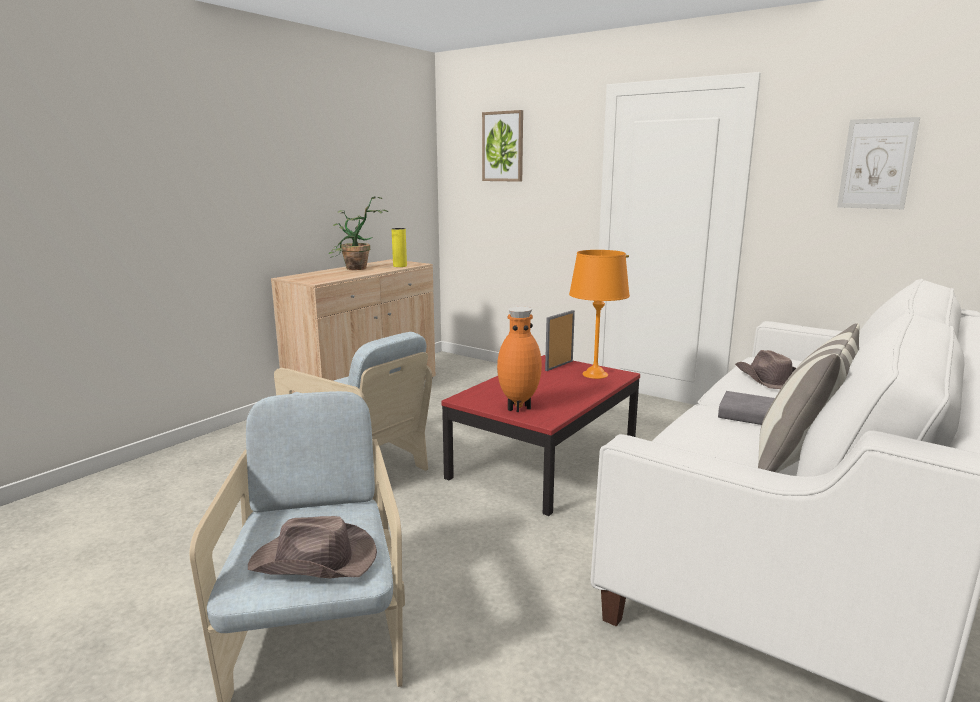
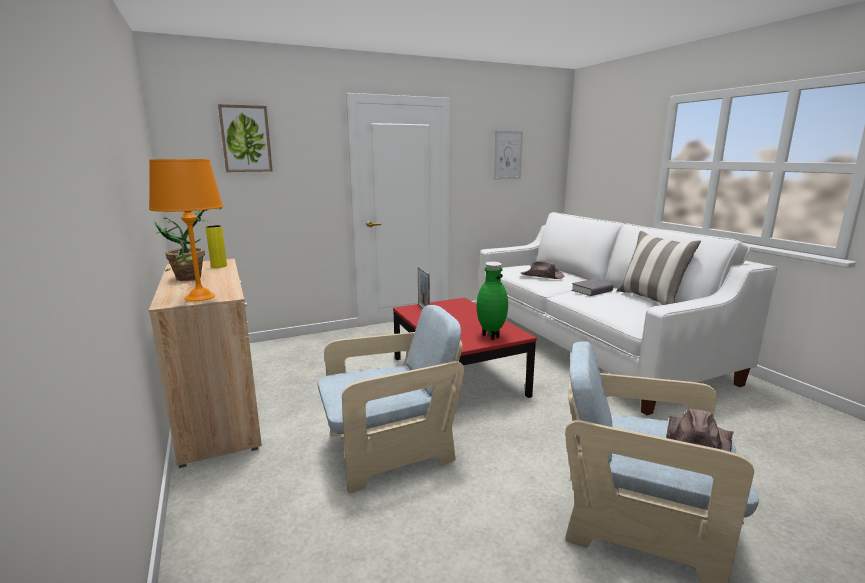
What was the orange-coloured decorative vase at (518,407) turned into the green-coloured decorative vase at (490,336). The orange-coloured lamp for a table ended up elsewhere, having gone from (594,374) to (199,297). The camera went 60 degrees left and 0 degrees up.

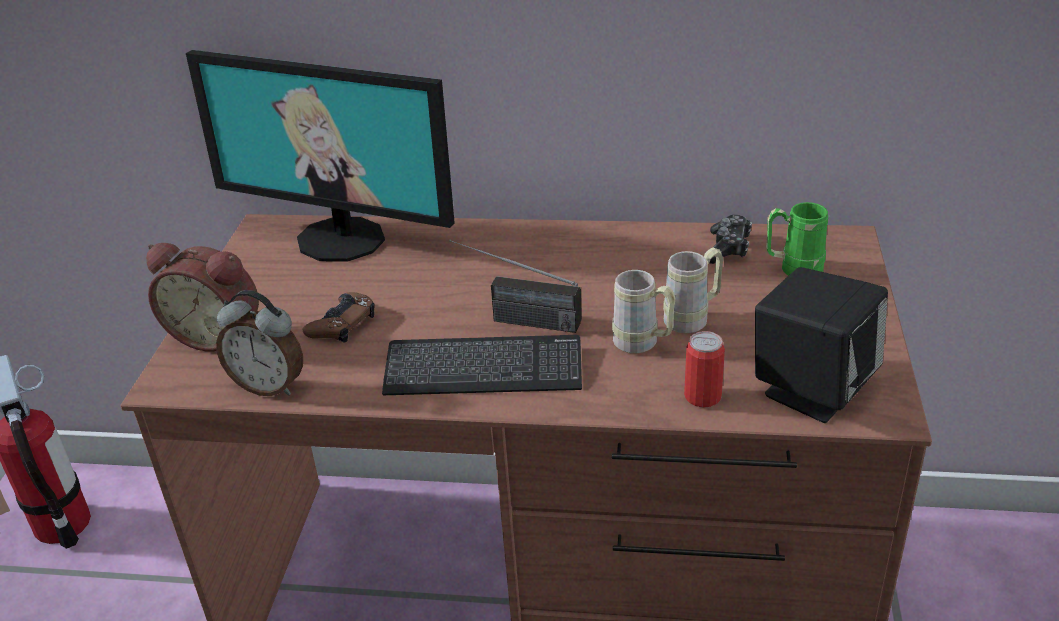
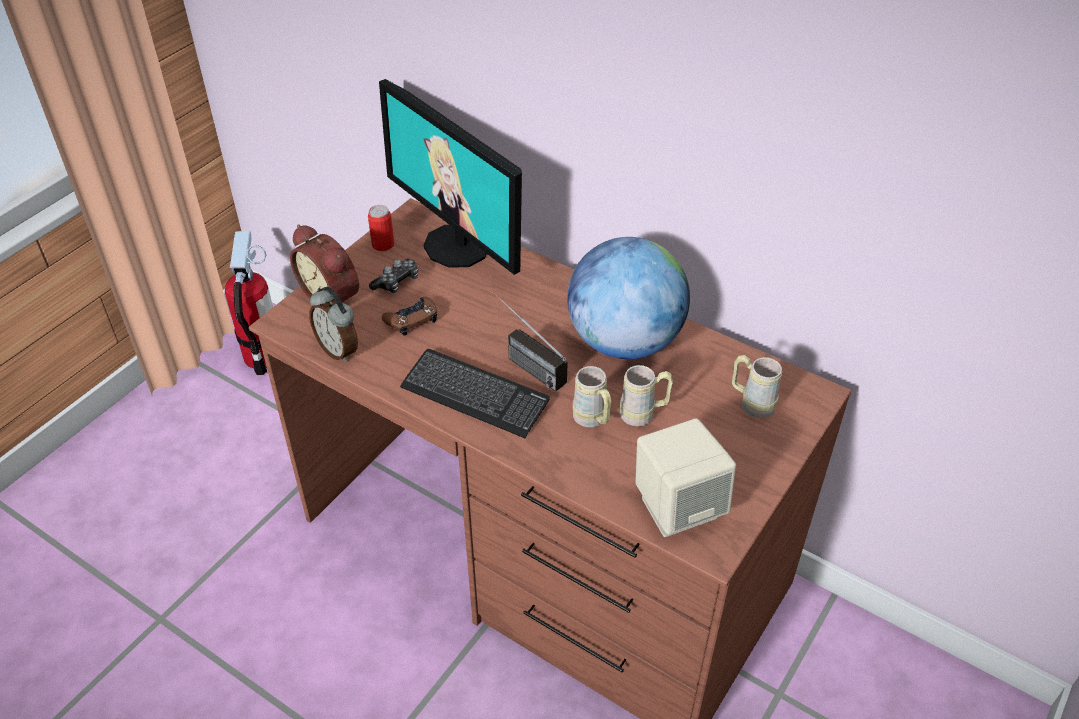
The can ended up elsewhere, having gone from (702,396) to (383,245). The game controller ended up elsewhere, having gone from (728,248) to (397,282). What was the black audio speaker at (812,388) turned into the beige-coloured audio speaker at (678,507). What was the green-coloured coffee mug at (793,269) turned into the beige-coloured coffee mug at (751,403). The second view gained the desk globe at (624,341). The camera went 25 degrees right and 10 degrees up.

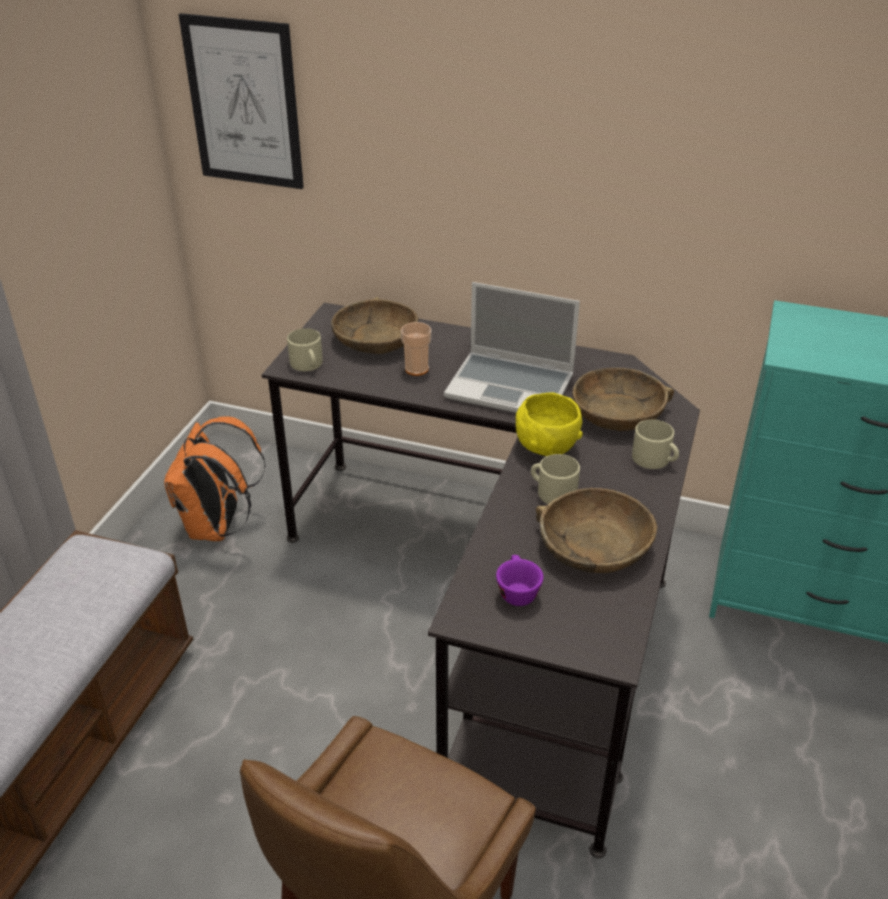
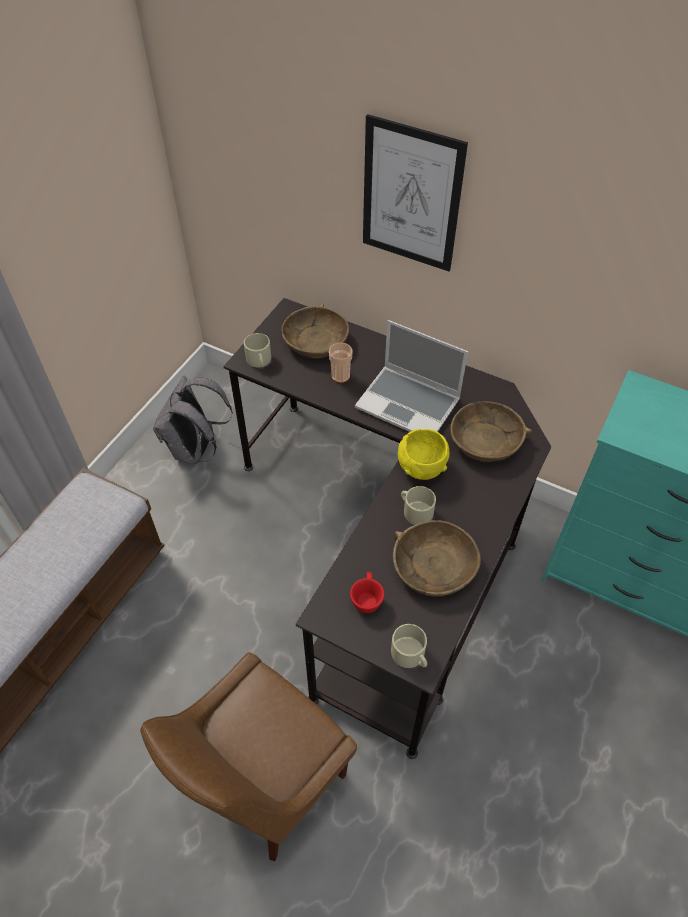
What was the orange-coloured knapsack at (217,527) turned into the gray knapsack at (196,450). The wall art ended up elsewhere, having gone from (244,103) to (411,196). What was the purple-coloured drinking cup at (516,591) turned into the red drinking cup at (366,598). The beige-coloured coffee mug ended up elsewhere, having gone from (655,459) to (410,655). The camera went 10 degrees right and 15 degrees up.

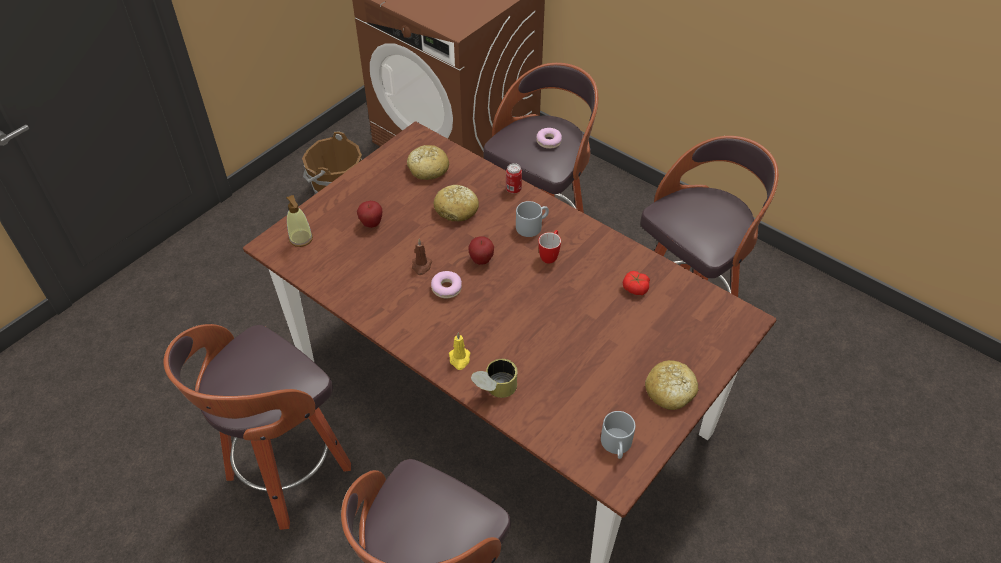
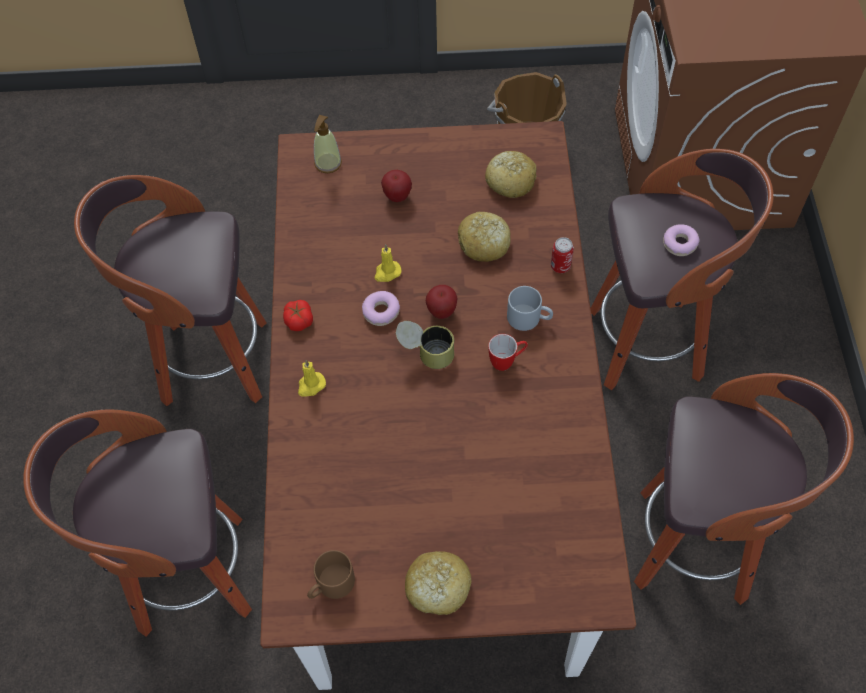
What was the brown wax light at (421,266) turned into the yellowish wax light at (387,272). The can ended up elsewhere, having gone from (494,390) to (426,353). What was the gray coffee mug at (617,445) turned into the brown coffee mug at (331,585). The tomato ended up elsewhere, having gone from (635,288) to (298,320). The camera went 50 degrees right and 10 degrees up.

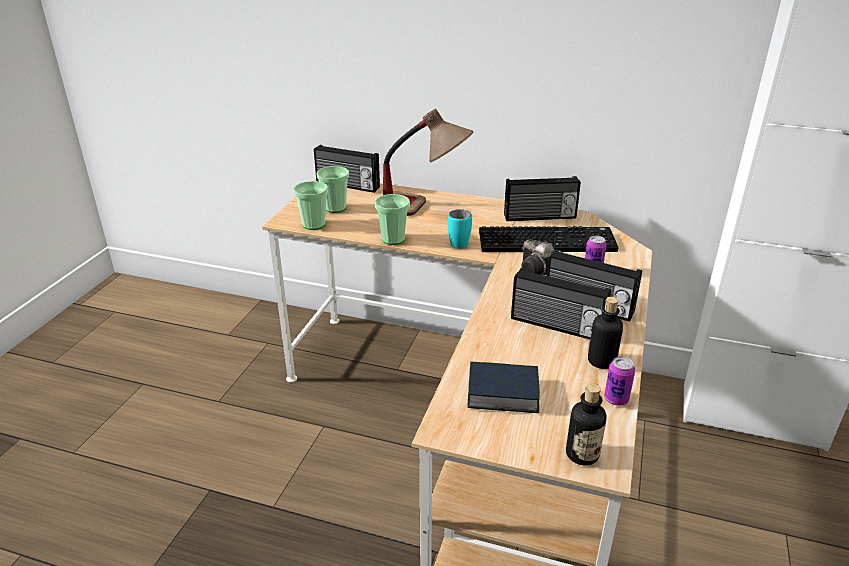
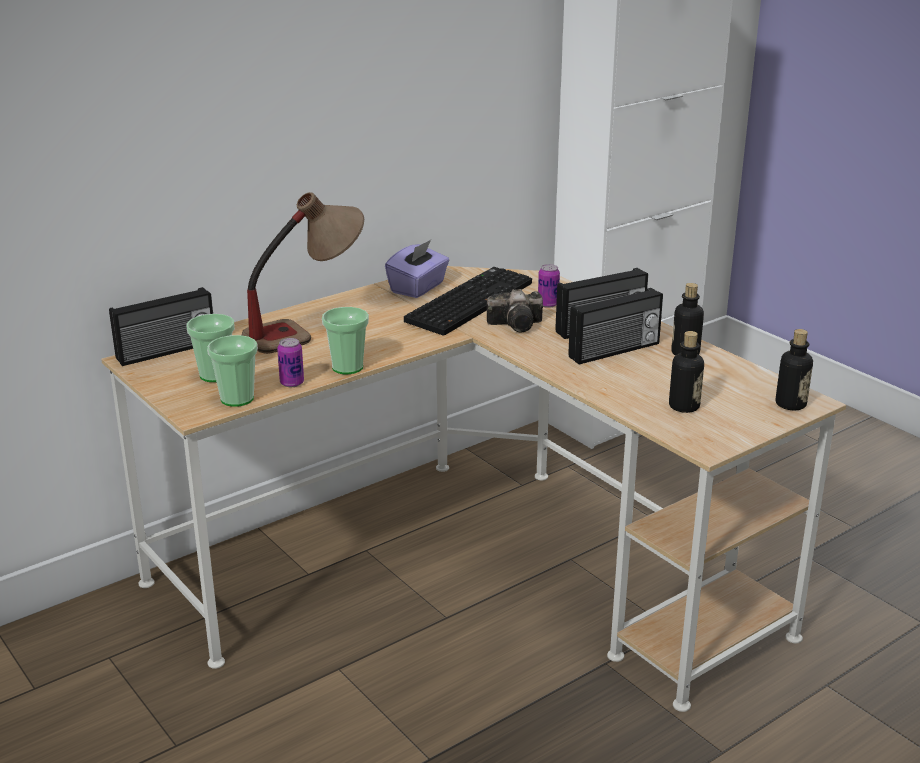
The second view lost the turquoise coffee mug at (459,242). Where the bound book stood at (502,393), the beverage bottle came to stand at (684,406). Where the radio set stood at (540,217), the purple-coloured tissue holder came to stand at (418,288). The can ended up elsewhere, having gone from (616,399) to (292,383). The camera went 55 degrees left and 5 degrees down.

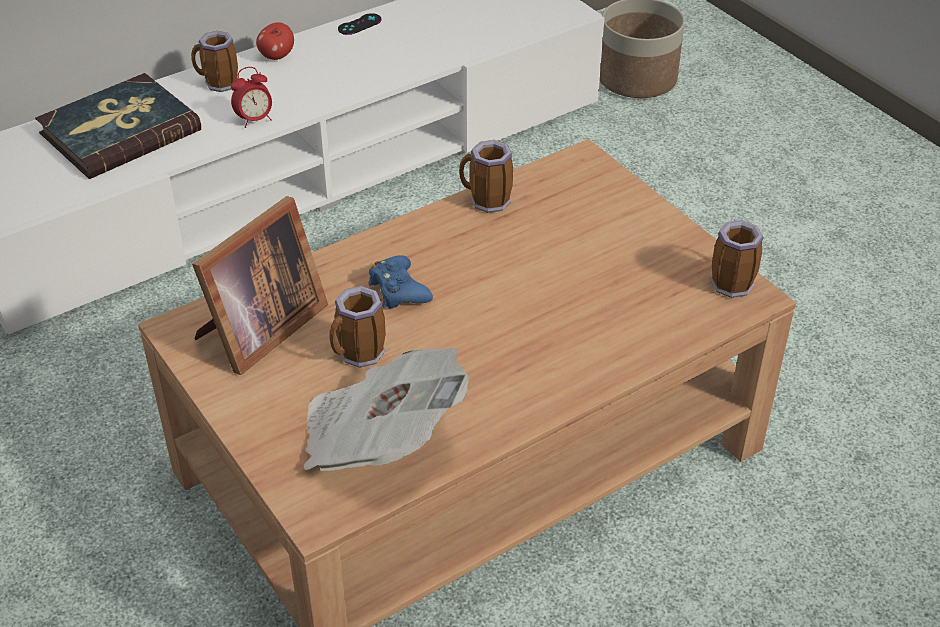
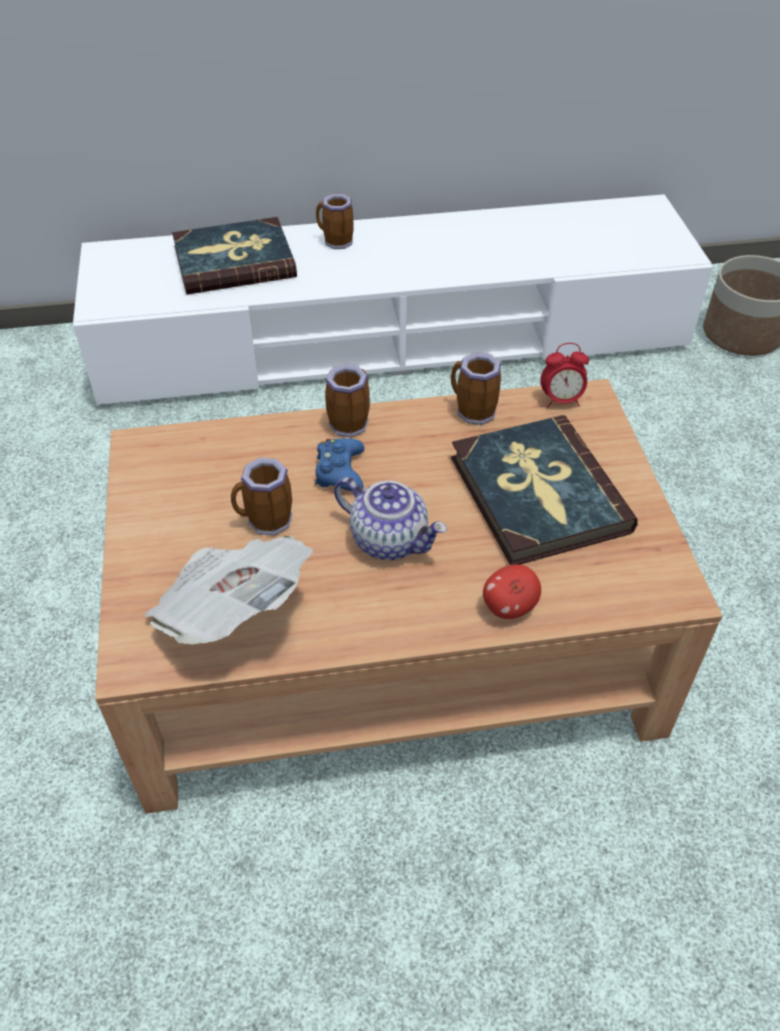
The second view lost the standing frame at (258,330). The bedside clock ended up elsewhere, having gone from (255,120) to (561,400). The apple fruit ended up elsewhere, having gone from (276,56) to (509,607). The second view lost the black game controller at (359,24). The coffee mug ended up elsewhere, having gone from (730,281) to (349,422). The second view gained the teapot at (390,540). The second view gained the bound book at (537,494). The camera went 25 degrees right and 5 degrees up.

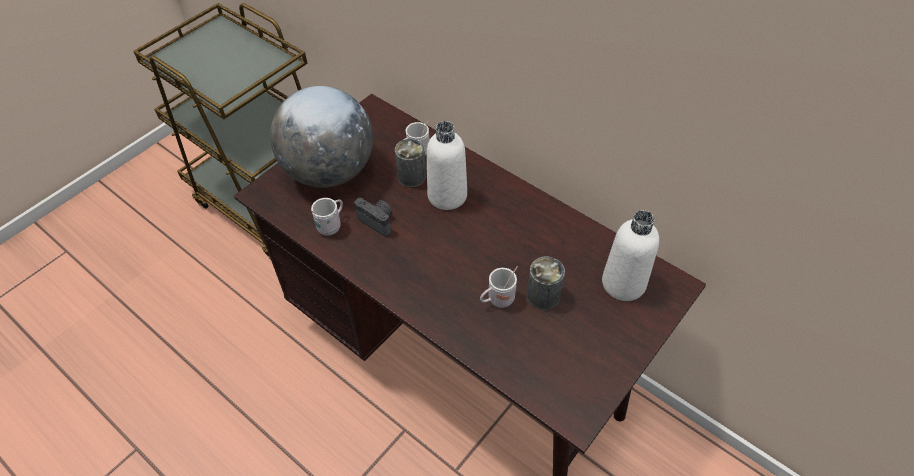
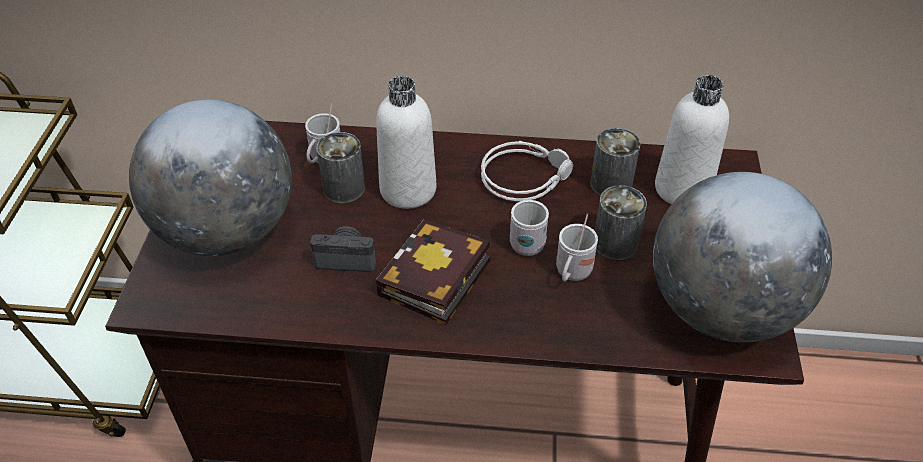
The white-coloured coffee mug ended up elsewhere, having gone from (331,225) to (527,241). The second view gained the bound book at (434,282). The second view gained the gray pair of headphones at (525,176). The second view gained the can at (611,184). The second view gained the desk globe at (721,309). The camera went 35 degrees left and 5 degrees down.

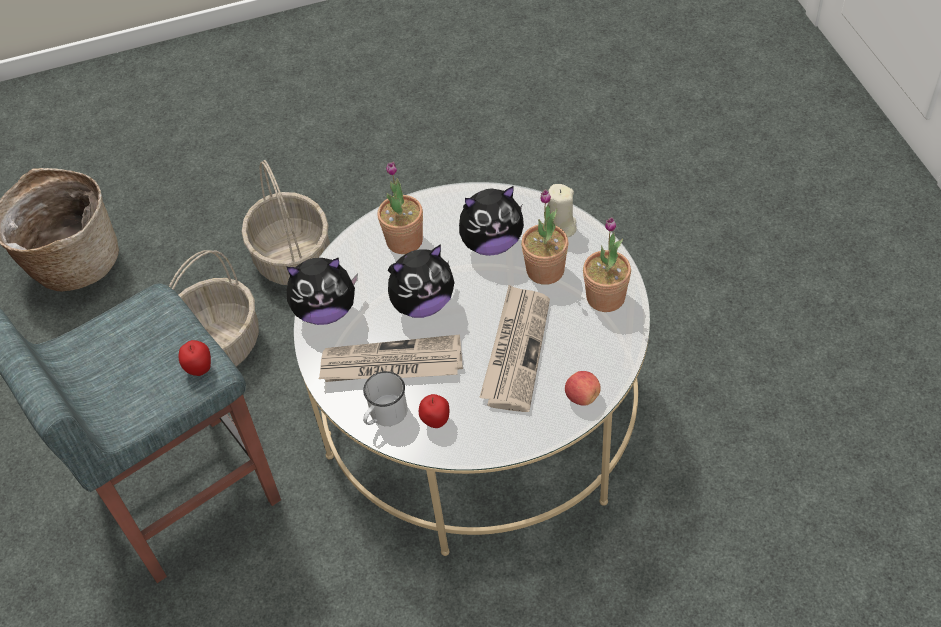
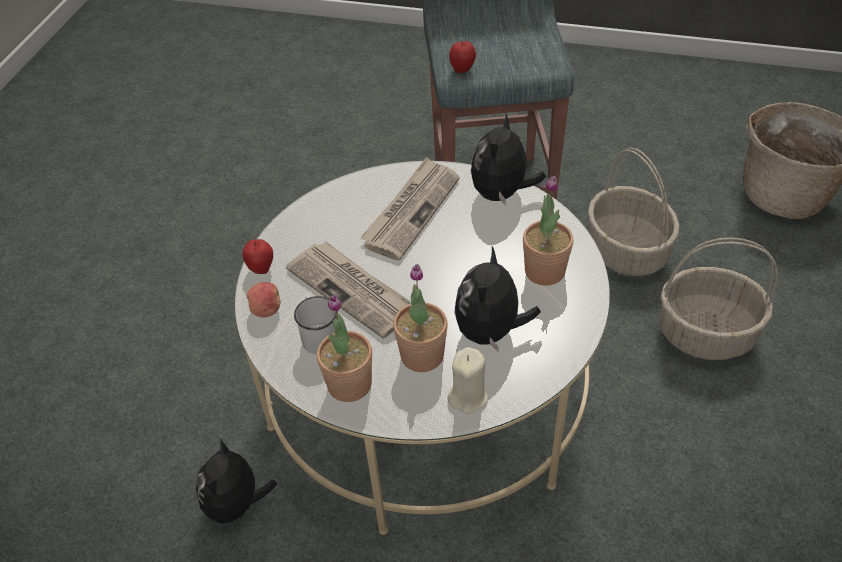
The white-coloured coffee mug ended up elsewhere, having gone from (384,415) to (319,334). The soft toy ended up elsewhere, having gone from (422,303) to (237,505). The apple fruit ended up elsewhere, having gone from (435,421) to (261,268). The camera went 120 degrees right and 5 degrees down.

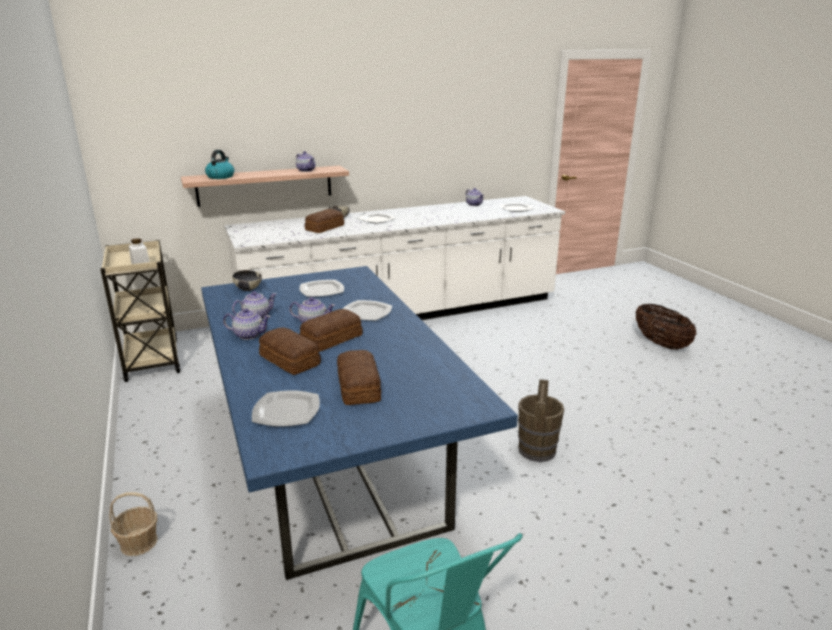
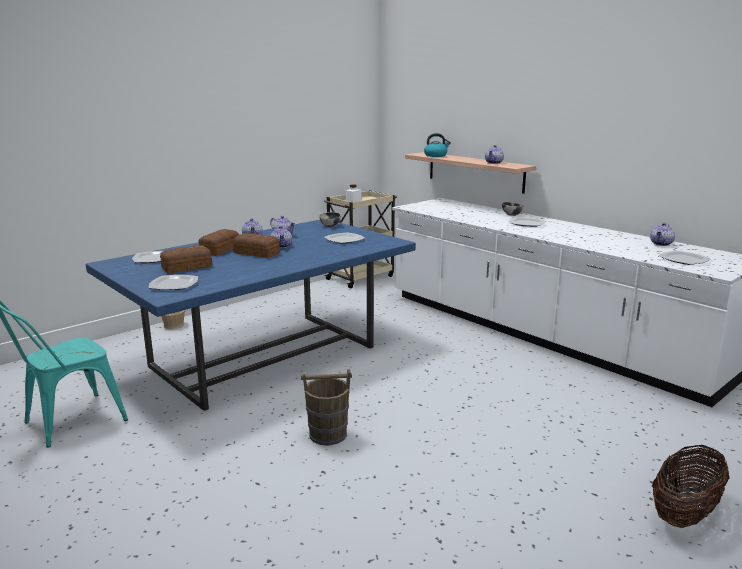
The second view lost the bread at (324,228). The plate ended up elsewhere, having gone from (366,313) to (173,284). The camera went 70 degrees right and 5 degrees down.

